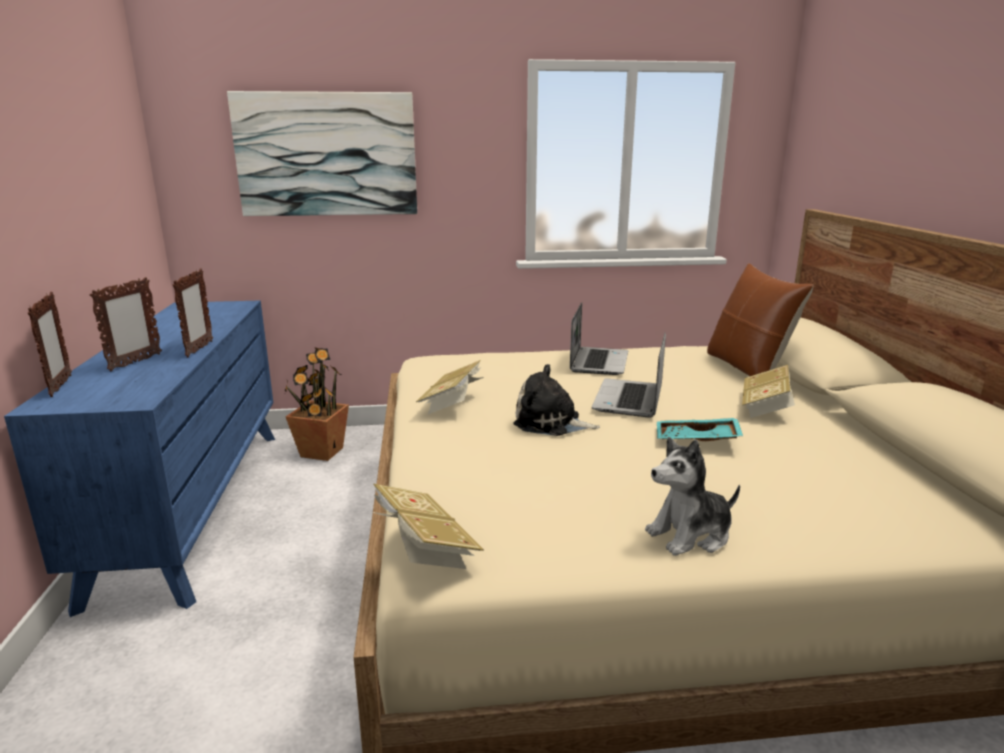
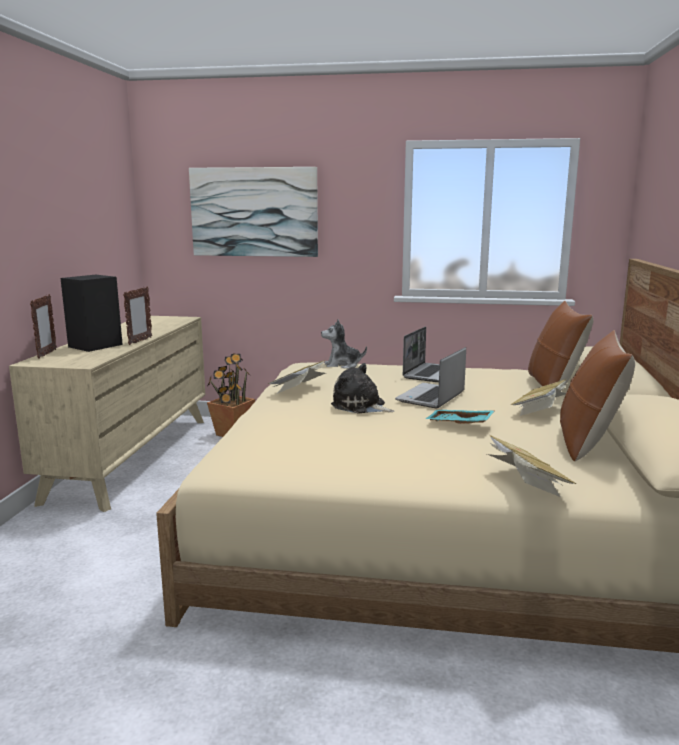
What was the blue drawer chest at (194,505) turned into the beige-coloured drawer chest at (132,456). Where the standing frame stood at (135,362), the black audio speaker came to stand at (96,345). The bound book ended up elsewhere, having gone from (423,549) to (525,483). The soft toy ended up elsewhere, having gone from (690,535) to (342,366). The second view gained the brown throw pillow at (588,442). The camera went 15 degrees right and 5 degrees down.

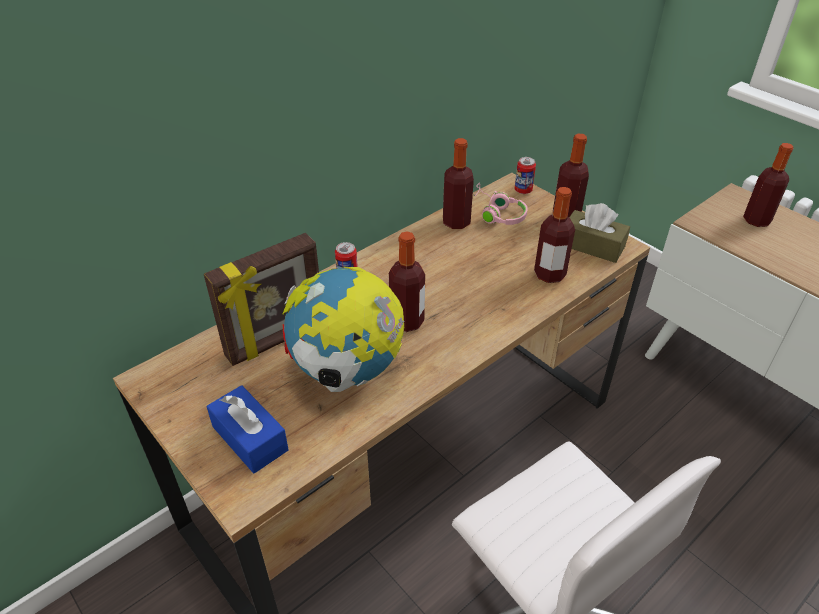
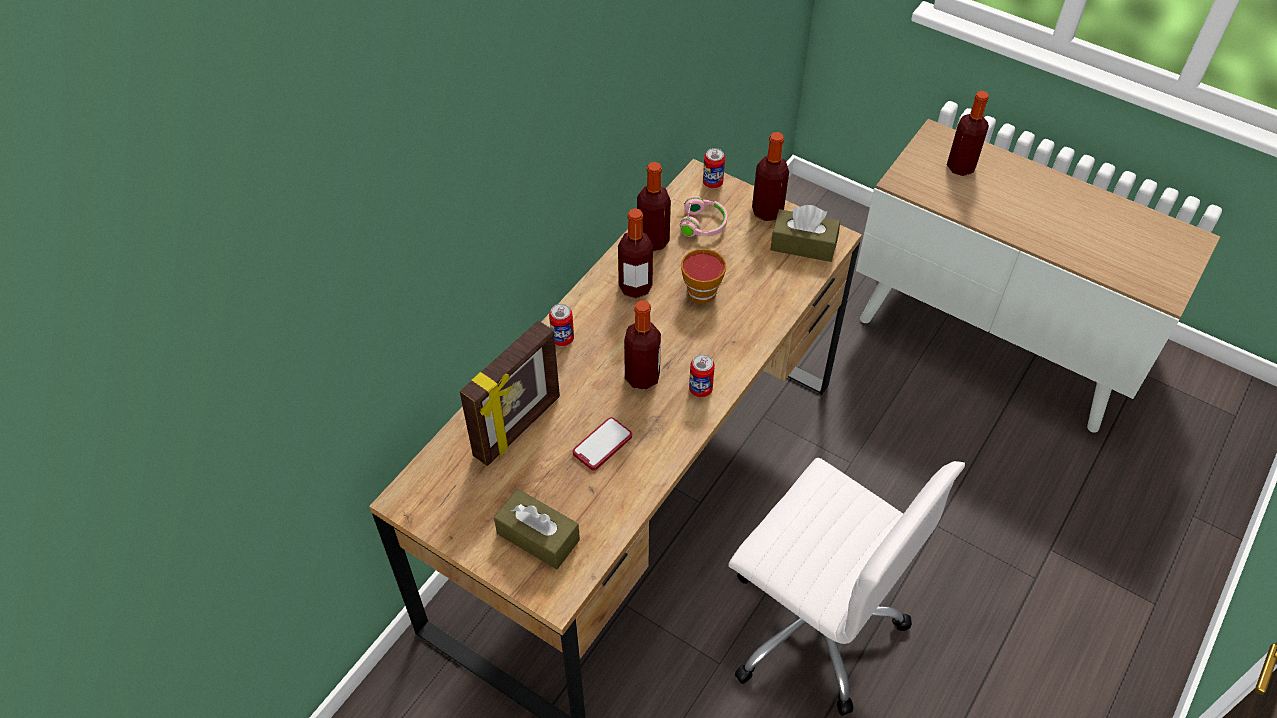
What was the blue tissue holder at (250,438) turned into the brown tissue holder at (538,536). Where the desk globe stood at (347,370), the handset came to stand at (602,445). The beverage bottle ended up elsewhere, having gone from (549,274) to (635,287). The second view gained the drinking cup at (702,290). The second view gained the can at (700,389). The camera went 15 degrees left and 10 degrees up.

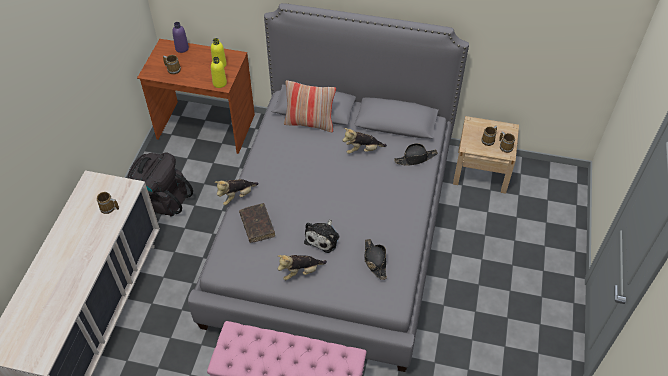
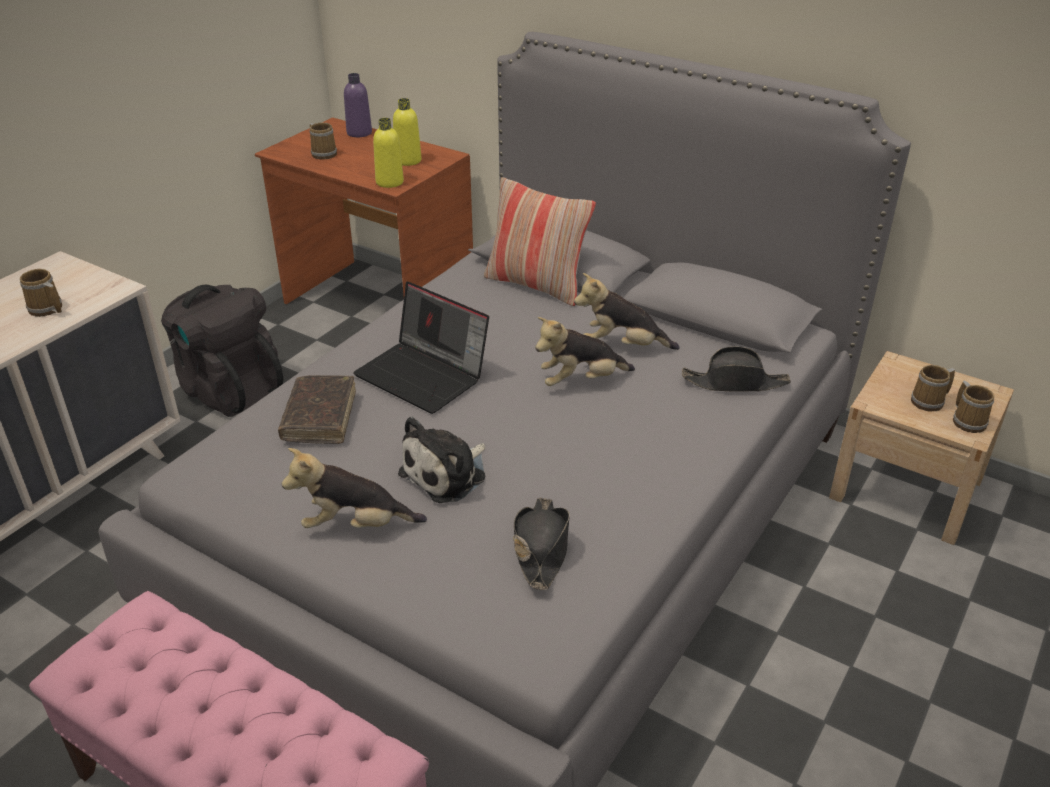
The soft toy ended up elsewhere, having gone from (237,196) to (581,381). The second view gained the notebook computer at (424,375). The camera went 20 degrees right and 15 degrees down.

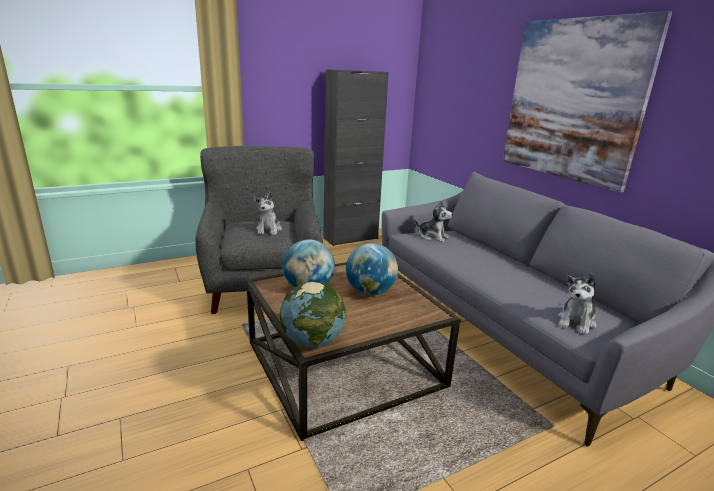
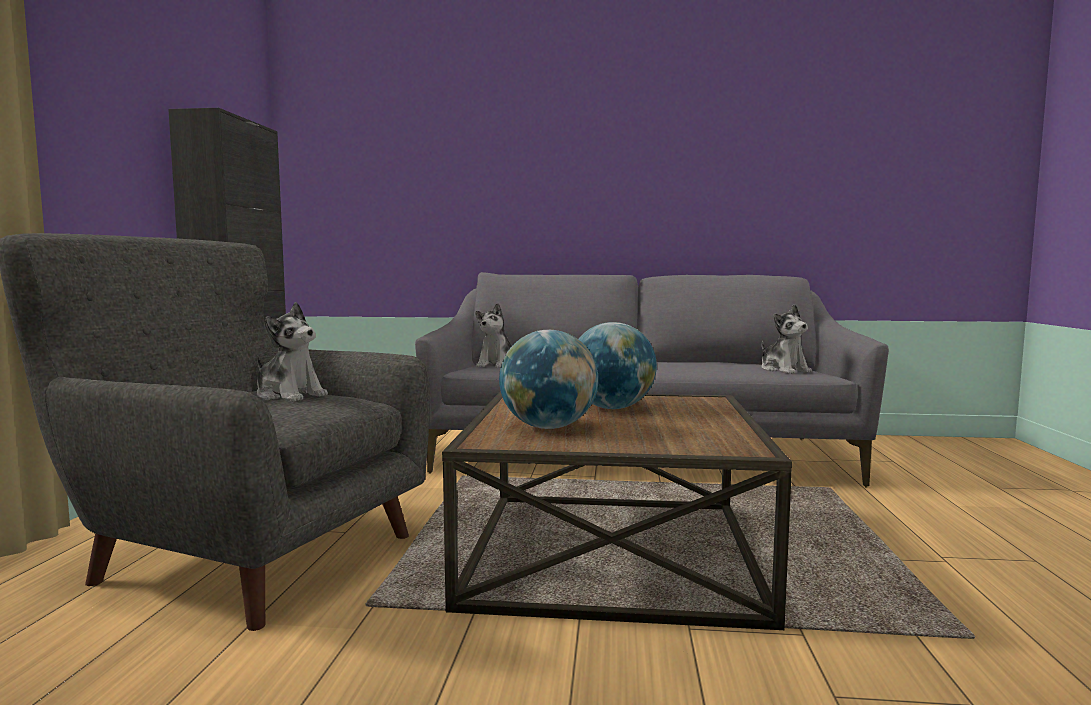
The second view lost the desk globe at (313,342). The soft toy at (432,237) ended up facing another way, 135 degrees clockwise from before. The second view lost the wall art at (573,101). The camera went 55 degrees left and 15 degrees down.

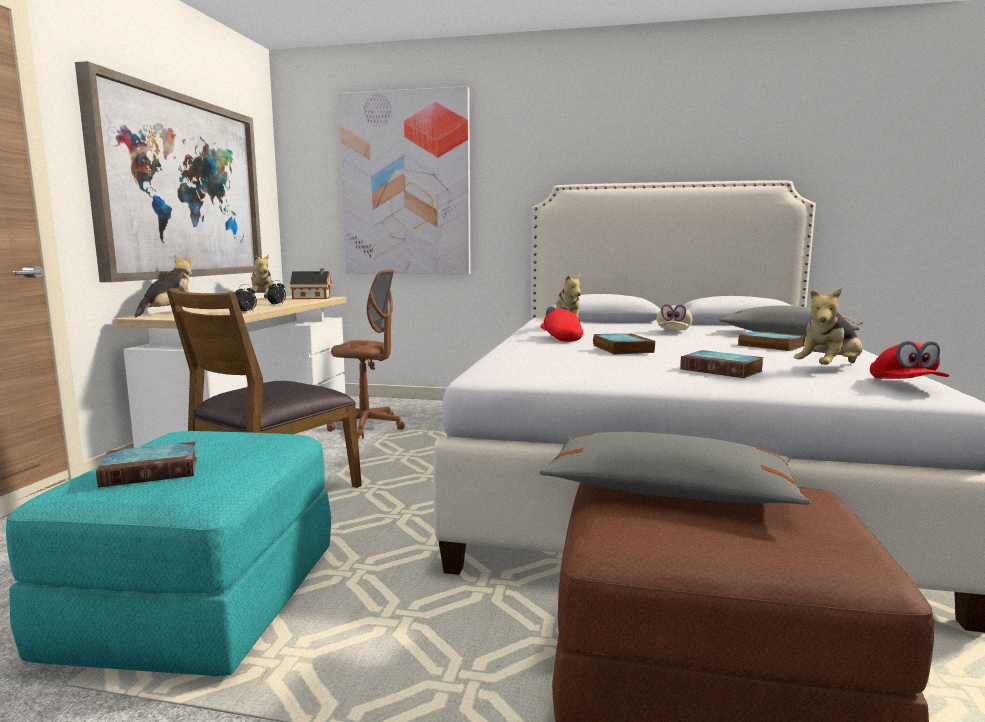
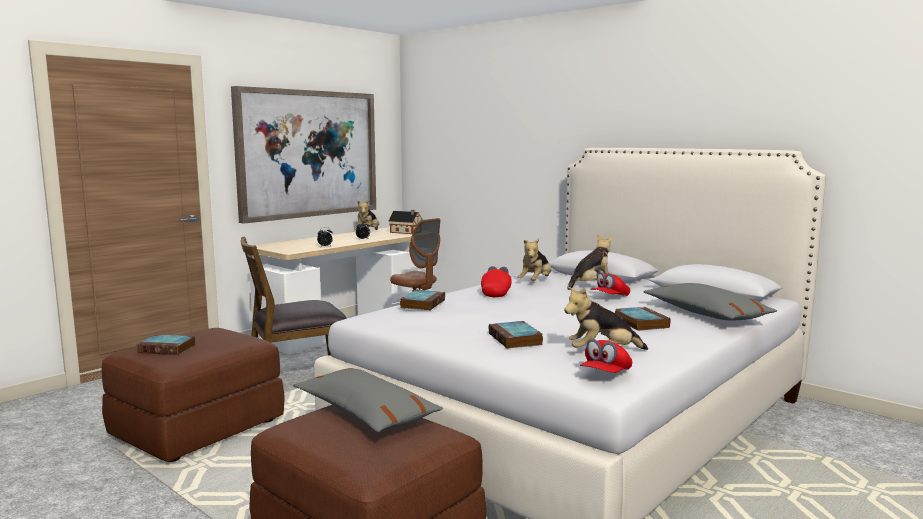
What was the turquoise footrest at (200,602) turned into the brown footrest at (198,427). The soft toy ended up elsewhere, having gone from (170,313) to (591,285). The second view lost the wall art at (405,184). The bound book ended up elsewhere, having gone from (621,349) to (422,303). What was the beige-coloured cap at (673,332) turned into the red cap at (610,297). The camera went 30 degrees right and 0 degrees up.

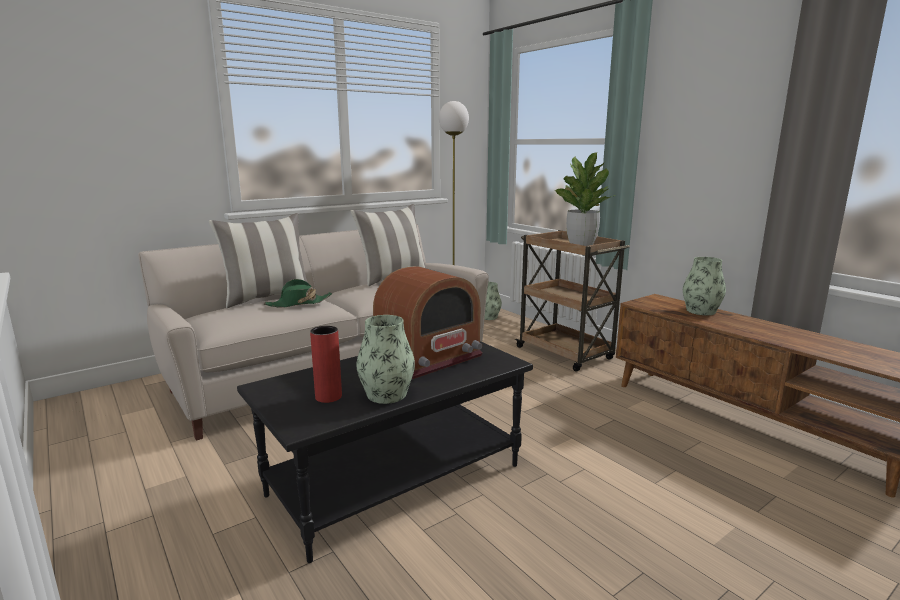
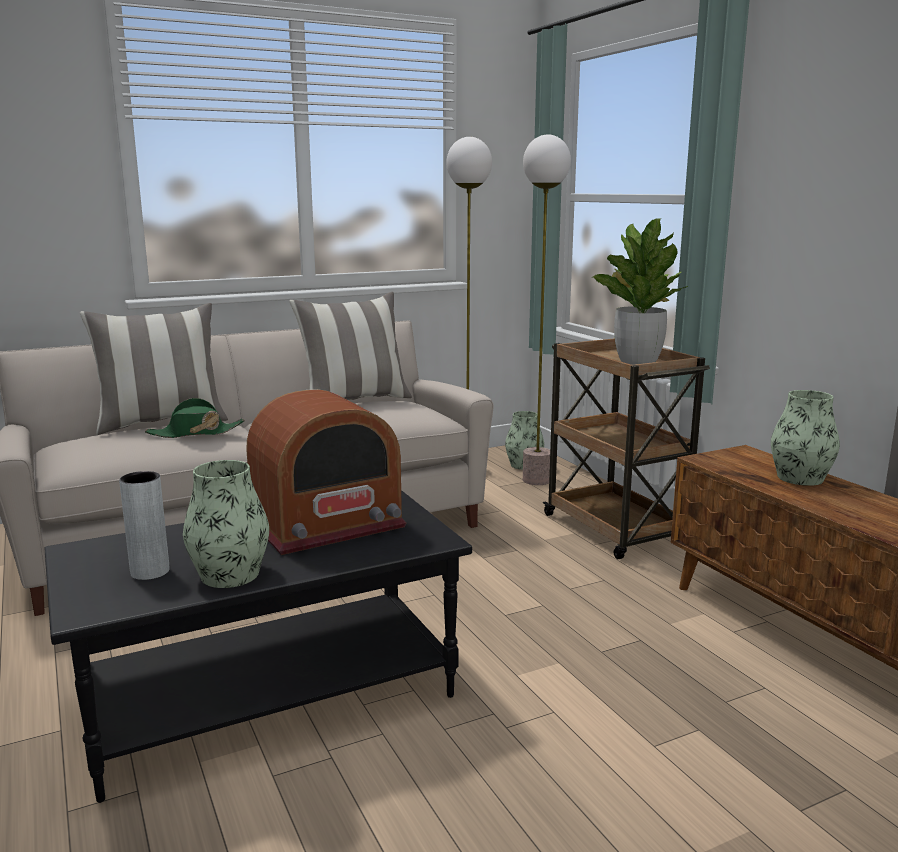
What was the red decorative vase at (328,397) turned into the gray decorative vase at (150,572). The second view gained the floor lamp at (537,480). The camera went 10 degrees right and 0 degrees up.

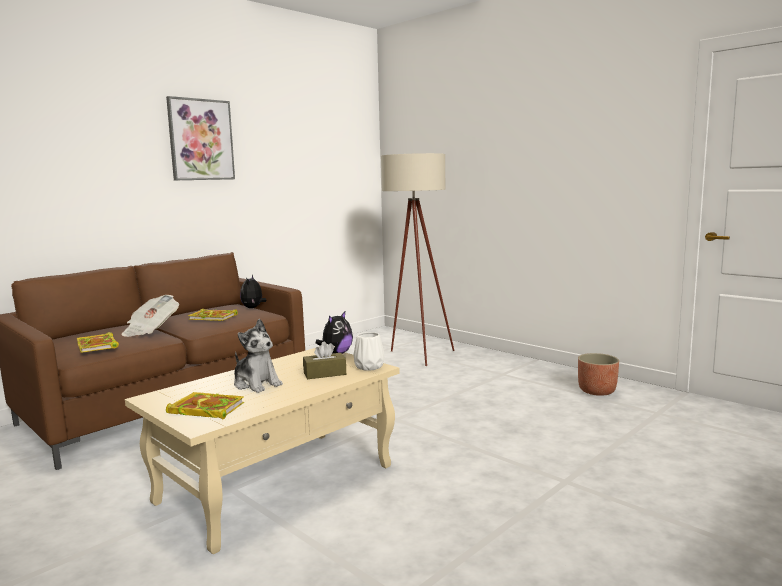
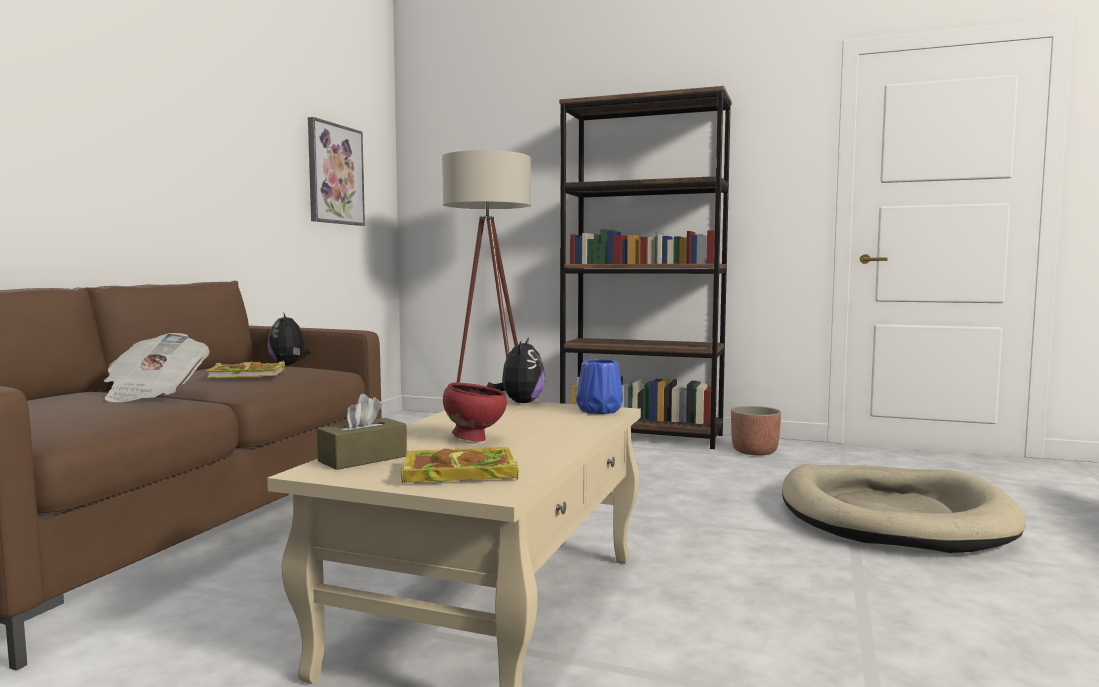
The second view lost the bound book at (98,346). The wall art ended up elsewhere, having gone from (201,140) to (335,174). Where the soft toy stood at (256,384), the red bowl came to stand at (474,439). The brown tissue holder ended up elsewhere, having gone from (324,374) to (363,459). What was the white-coloured decorative vase at (369,366) turned into the blue decorative vase at (599,410). The second view gained the brown bookcase at (642,435). The second view gained the beige-coloured dog cushion at (892,515). The camera went 25 degrees left and 5 degrees down.

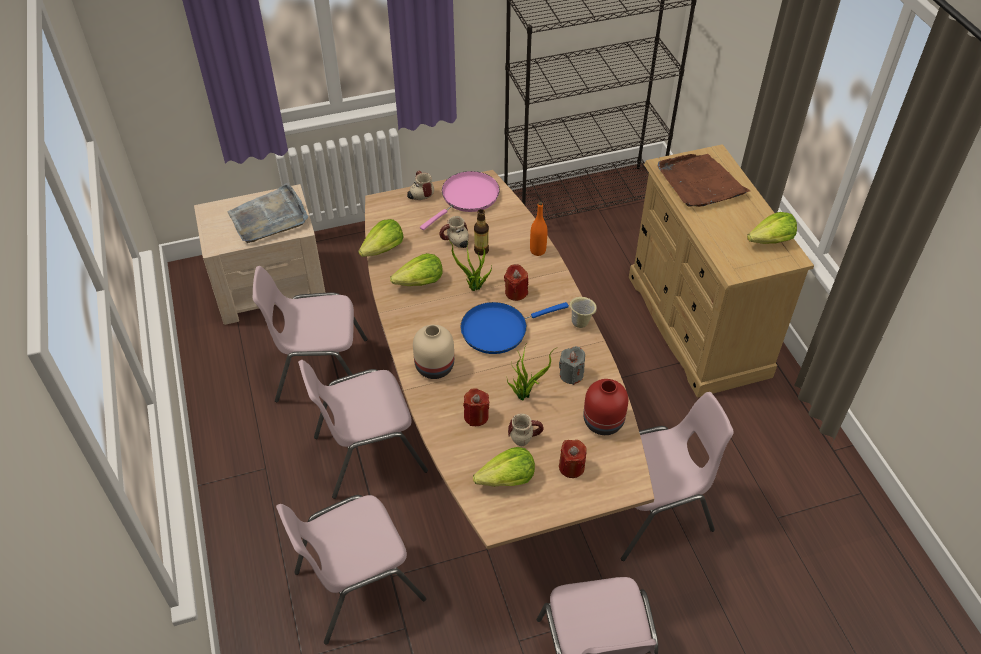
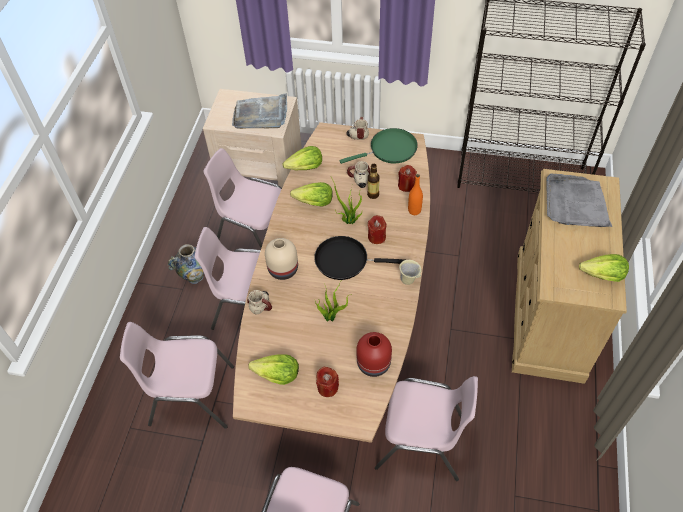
What was the pinkish frying pan at (467,198) turned into the green-coloured frying pan at (390,150). What was the blue frying pan at (499,329) turned into the black frying pan at (345,260). The red wax light ended up elsewhere, having gone from (476,416) to (406,185). The coffee mug ended up elsewhere, having gone from (525,433) to (263,306). The second view lost the gray wax light at (571,374). What was the brown tray at (700,183) turned into the gray tray at (575,204). The second view gained the decorative vase at (195,277). The camera went 30 degrees right and 5 degrees up.

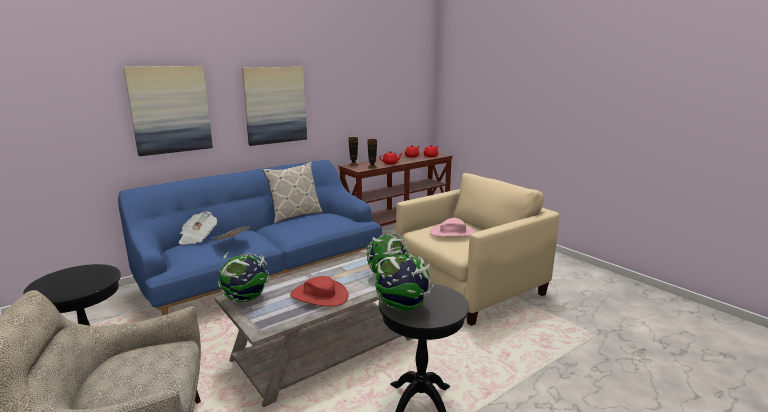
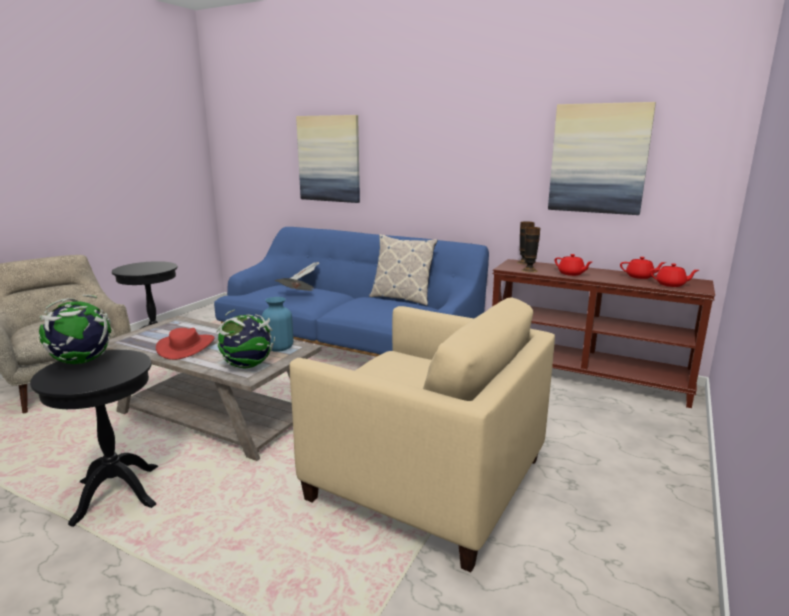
The second view lost the desk globe at (245,299). The wall art ended up elsewhere, having gone from (275,105) to (598,159). The second view lost the pinkish wearable hat at (453,233). The second view gained the blue decorative vase at (279,348). The camera went 65 degrees right and 0 degrees up.

